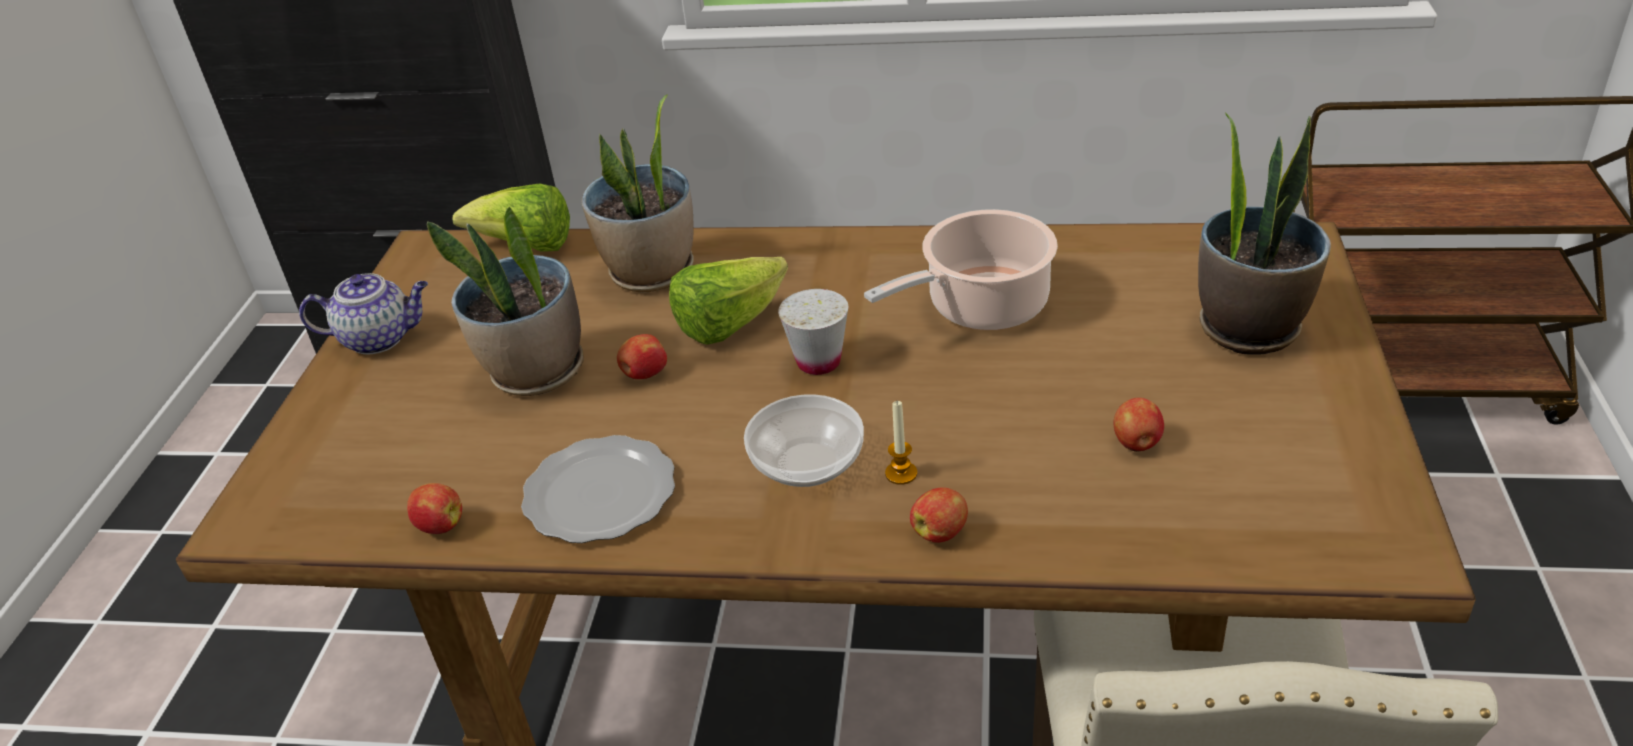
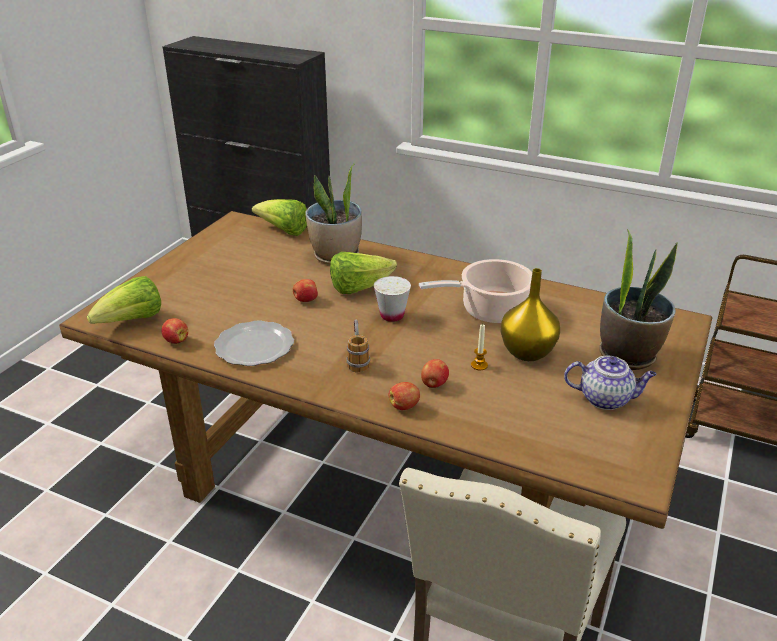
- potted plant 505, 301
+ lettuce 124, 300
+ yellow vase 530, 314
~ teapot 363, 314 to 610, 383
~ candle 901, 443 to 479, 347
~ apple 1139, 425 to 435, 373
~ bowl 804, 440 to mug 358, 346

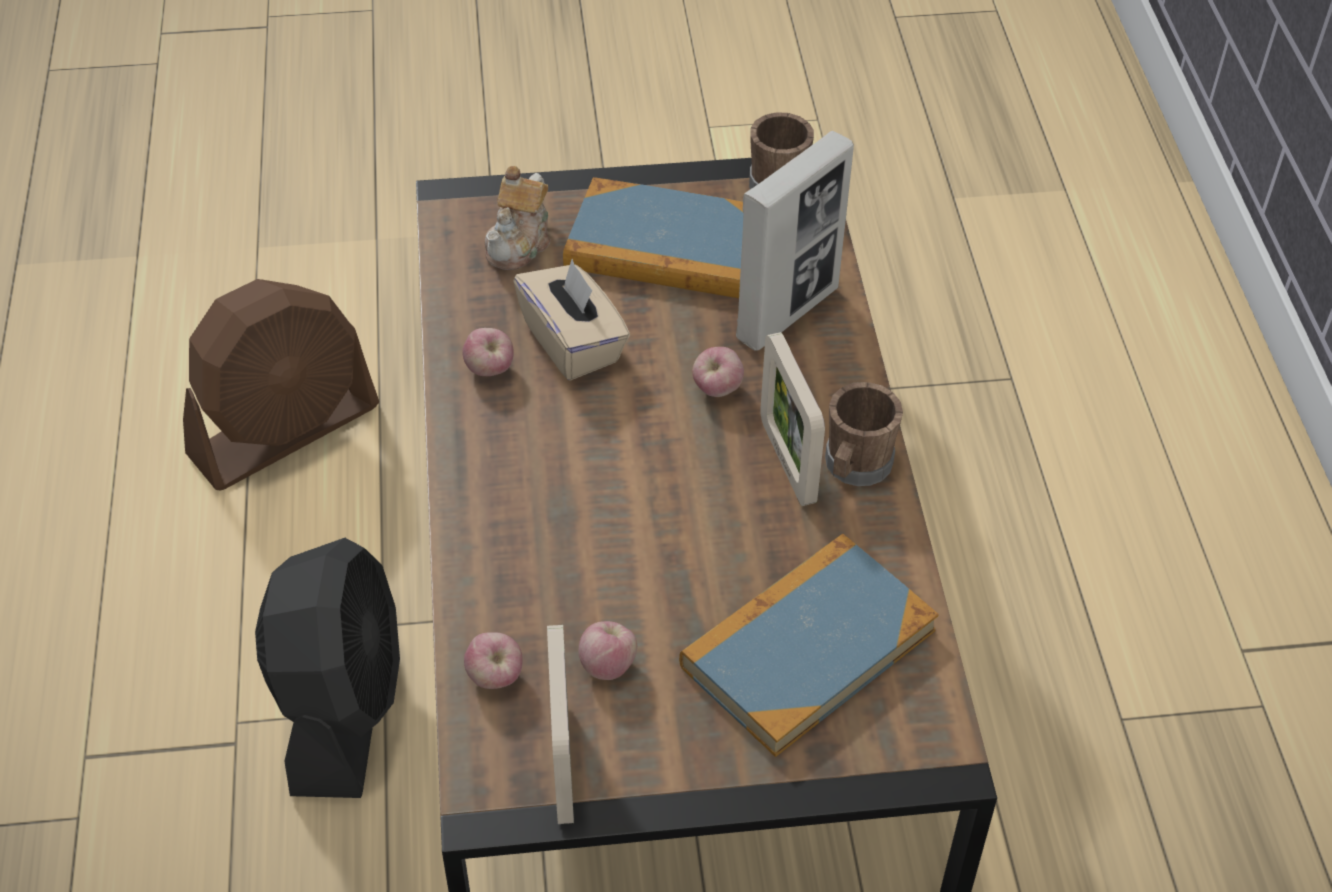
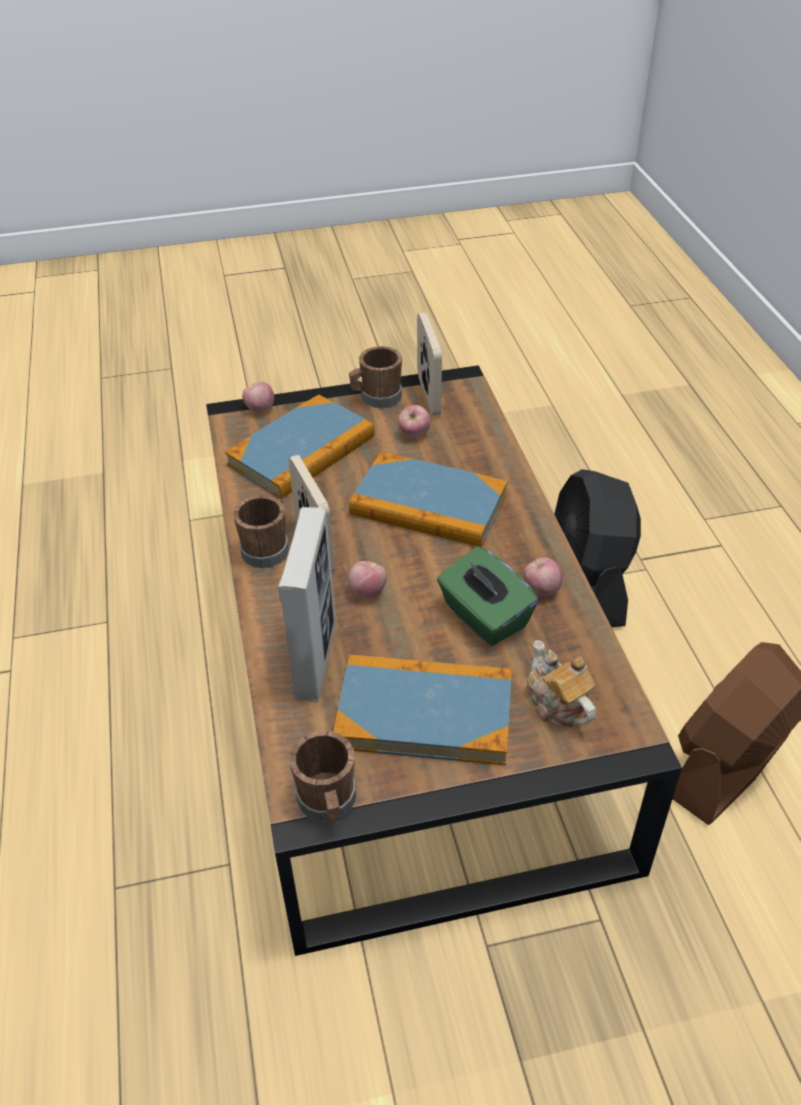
+ brown mug 375, 377
+ book 428, 499
~ apple 493, 660 to 258, 397
~ beige tissue box 571, 320 to green tissue box 488, 596
~ teapot 517, 218 = 561, 684 45 degrees counterclockwise
~ picture frame 795, 241 = 307, 604 150 degrees clockwise

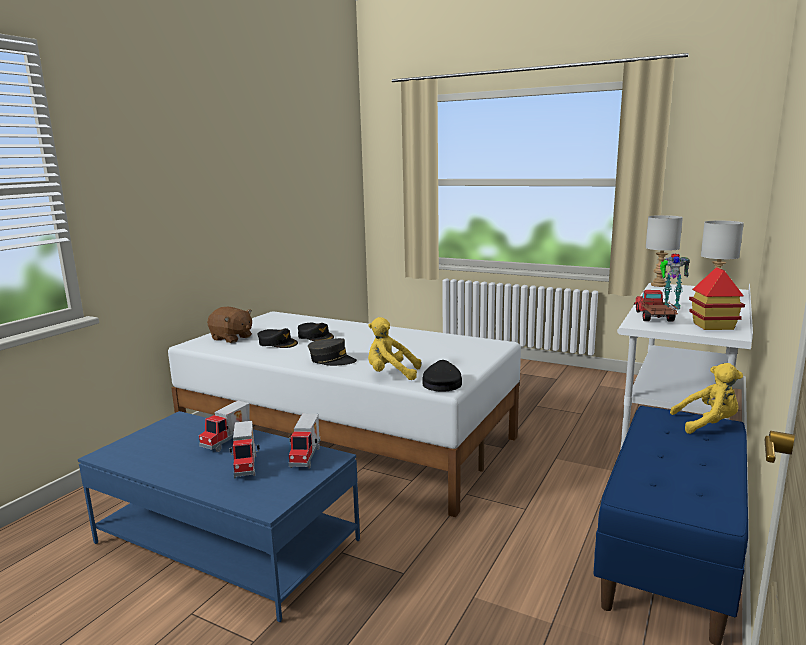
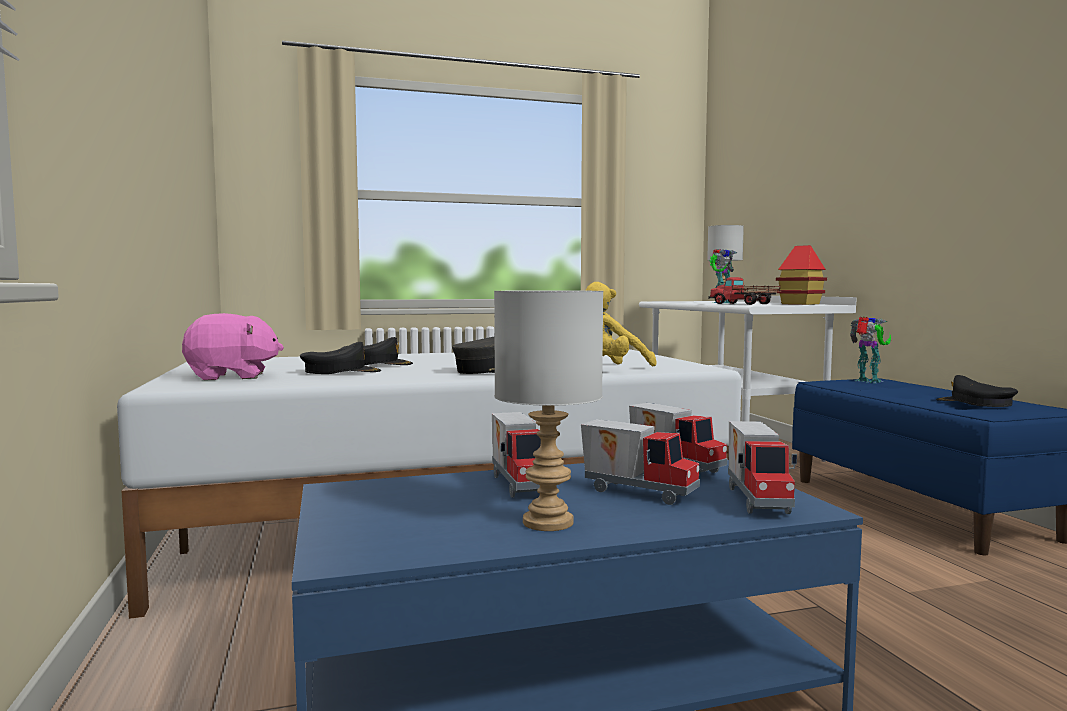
+ toy truck 762, 467
~ black cap 442, 376 to 977, 391
~ grey table lamp 664, 251 to 548, 411
~ yellow plush toy 706, 398 to toy robot 870, 350
~ brown plush toy 229, 325 to pink plush toy 233, 346

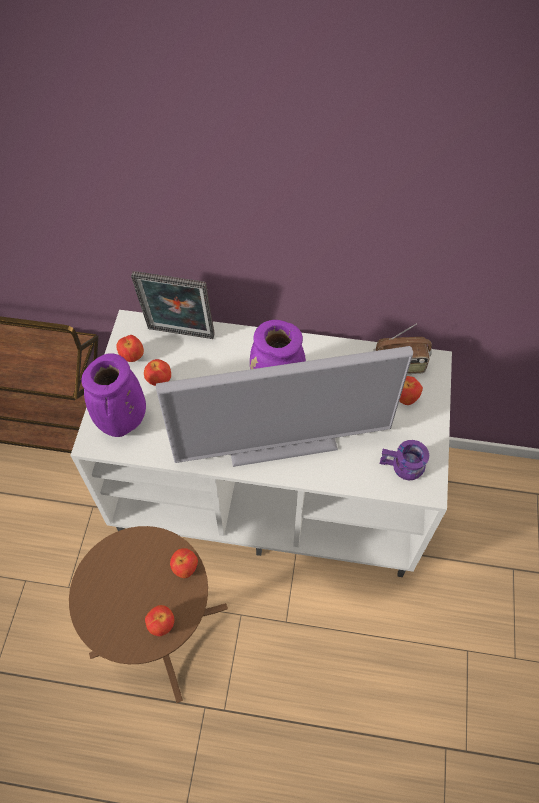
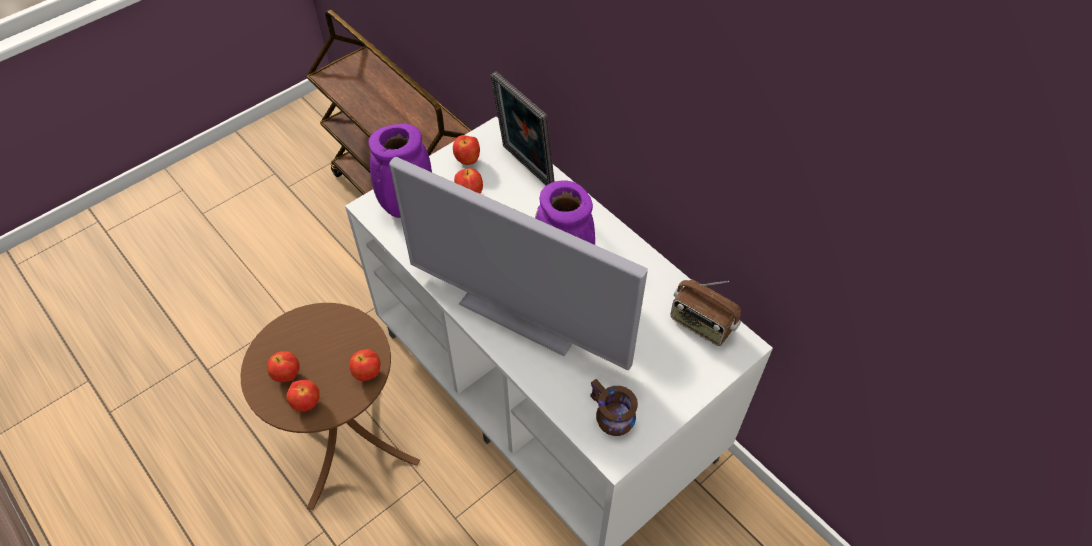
~ apple 411, 390 to 283, 366
~ purple mug 404, 460 to brown mug 614, 407

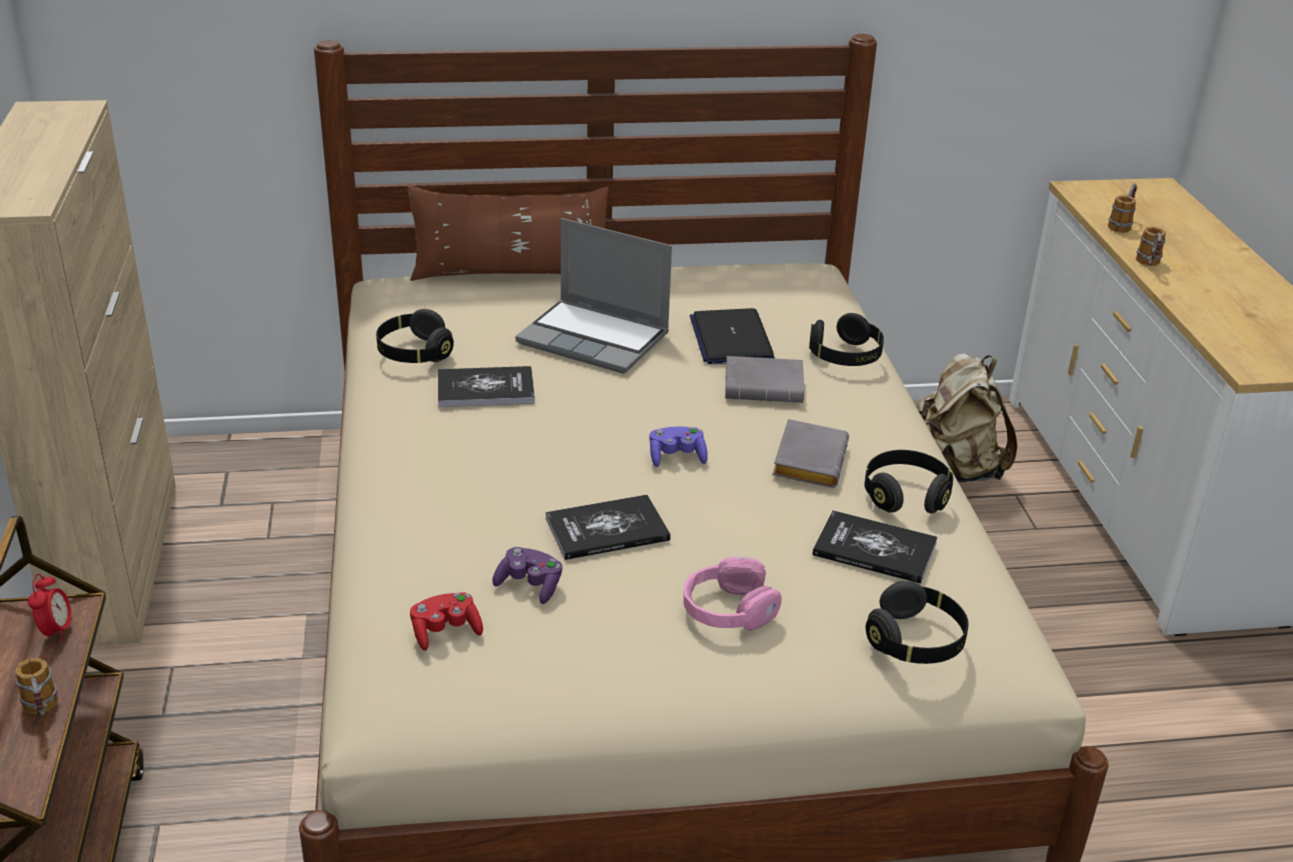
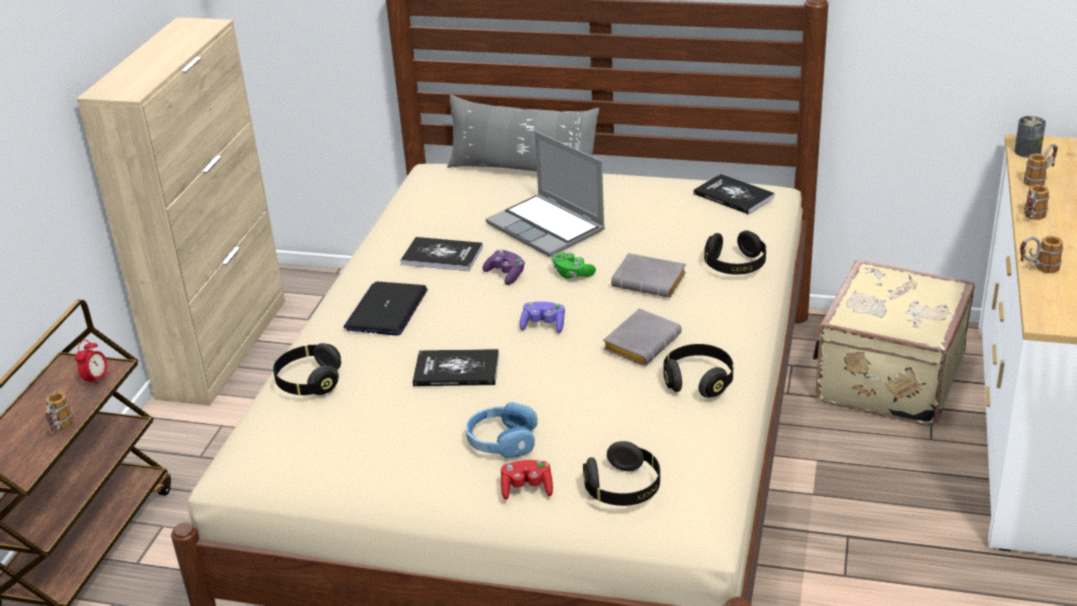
+ green game controller 573, 266
+ can 1030, 137
+ mug 1041, 254
~ black headphones 415, 336 to 307, 369
~ red game controller 446, 621 to 527, 480
~ purple game controller 527, 575 to 503, 267
~ laptop 732, 336 to 385, 309
~ book 874, 547 to 734, 194
~ beige backpack 967, 417 to beige suitcase 894, 343
~ brown pillow 508, 233 to grey pillow 523, 132
~ pink headphones 732, 594 to blue headphones 502, 430

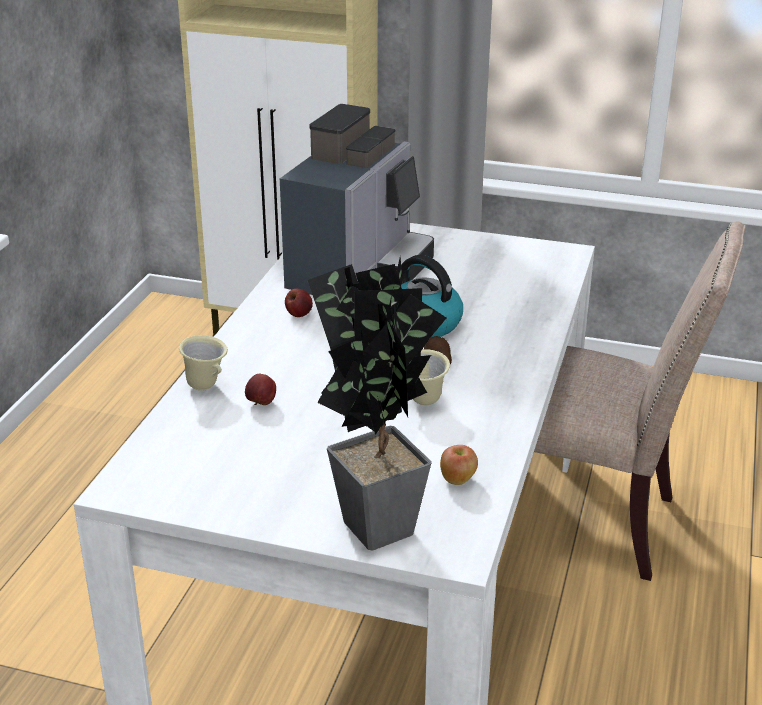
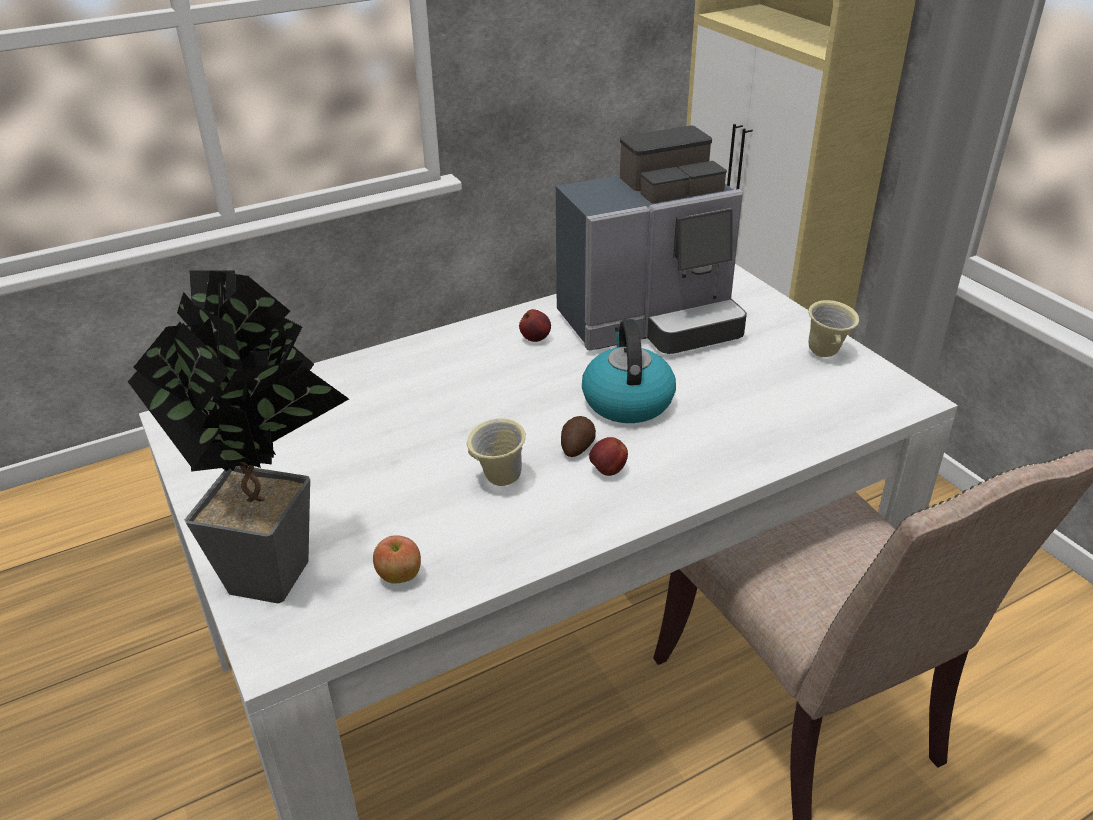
~ beige mug 203, 363 to 833, 328
~ apple 260, 389 to 608, 456

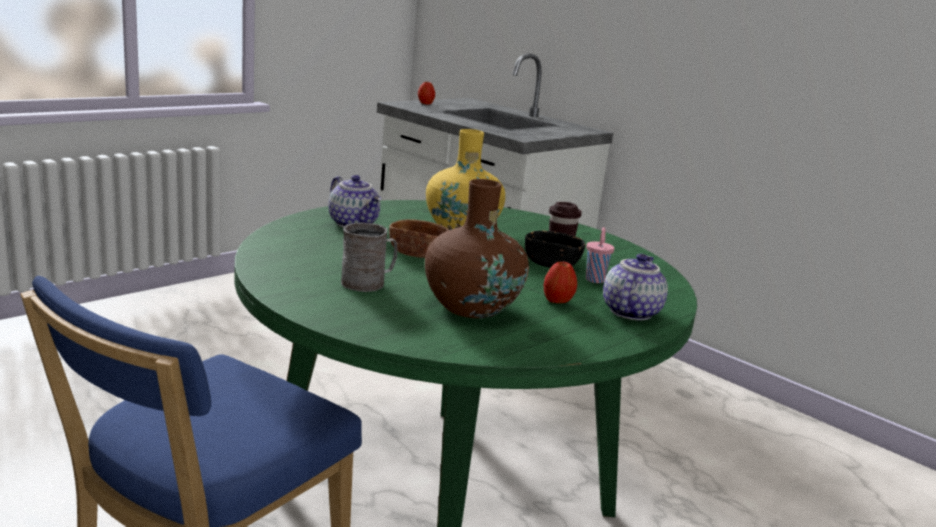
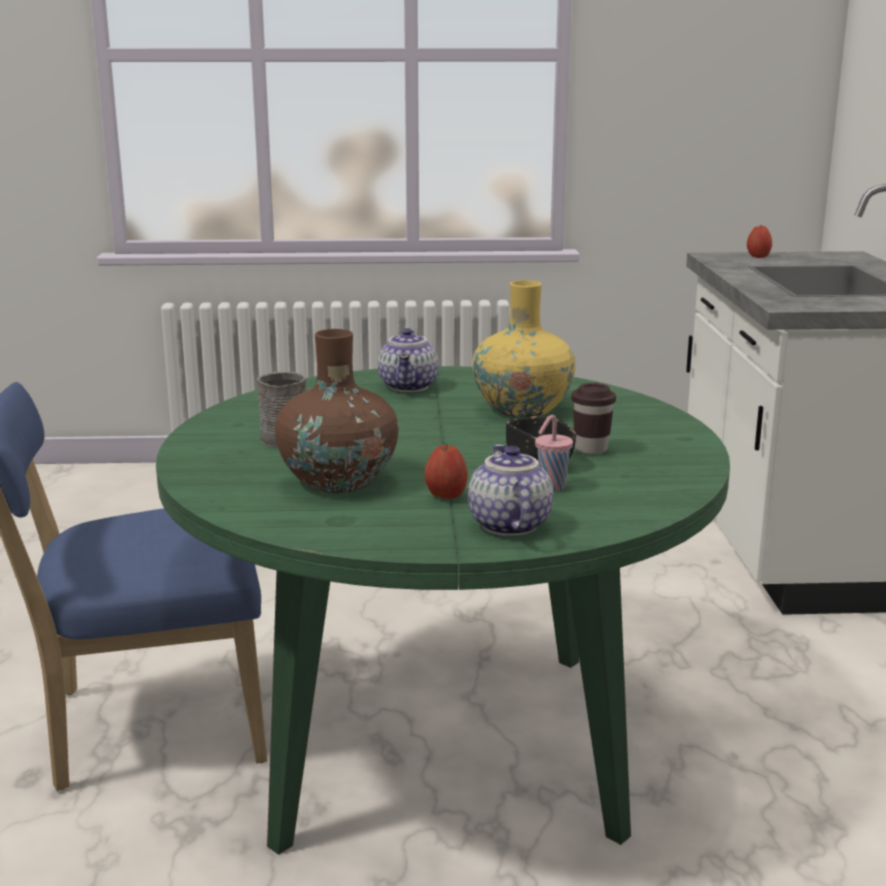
- brown bowl 419, 238
~ teapot 635, 287 = 510, 490 75 degrees counterclockwise

